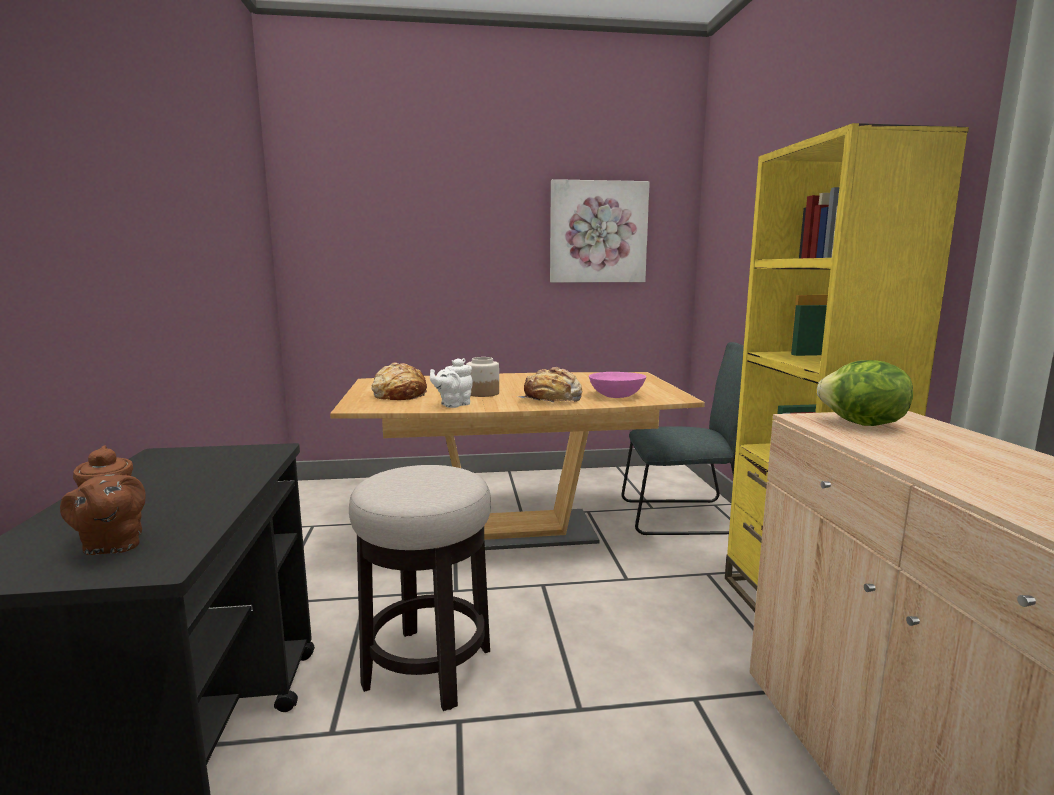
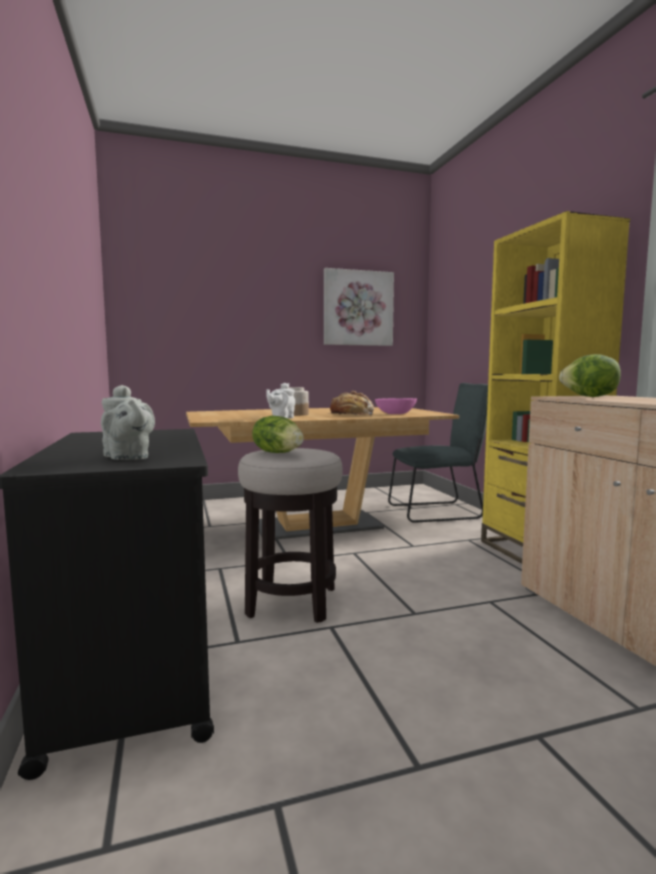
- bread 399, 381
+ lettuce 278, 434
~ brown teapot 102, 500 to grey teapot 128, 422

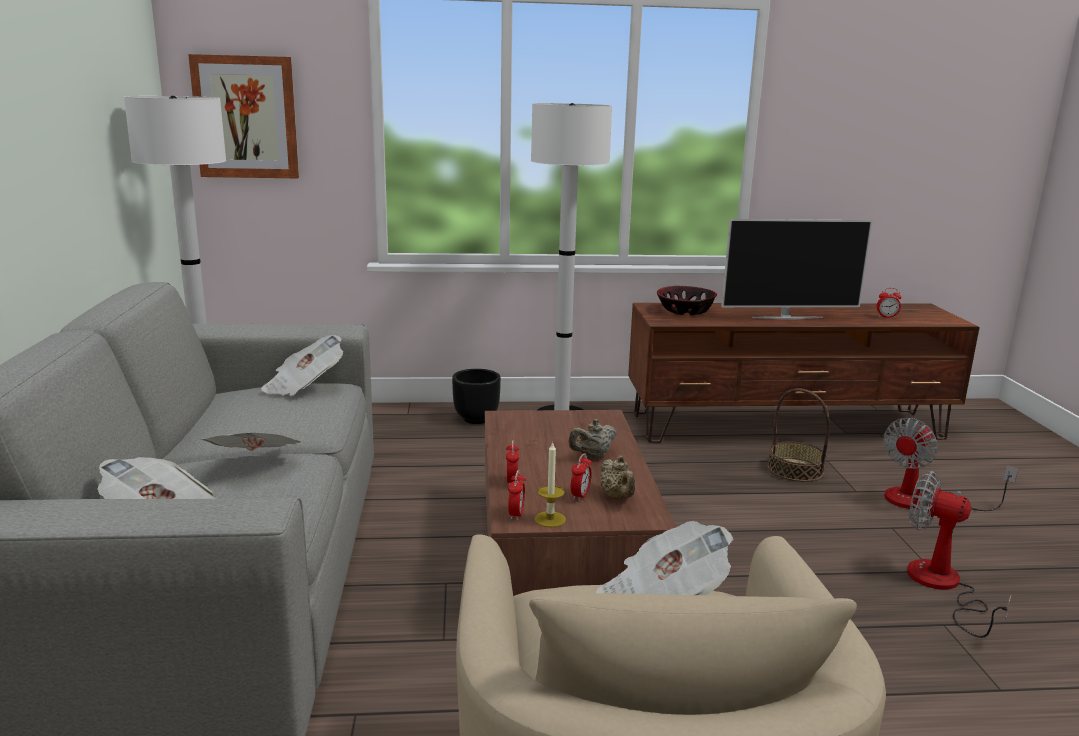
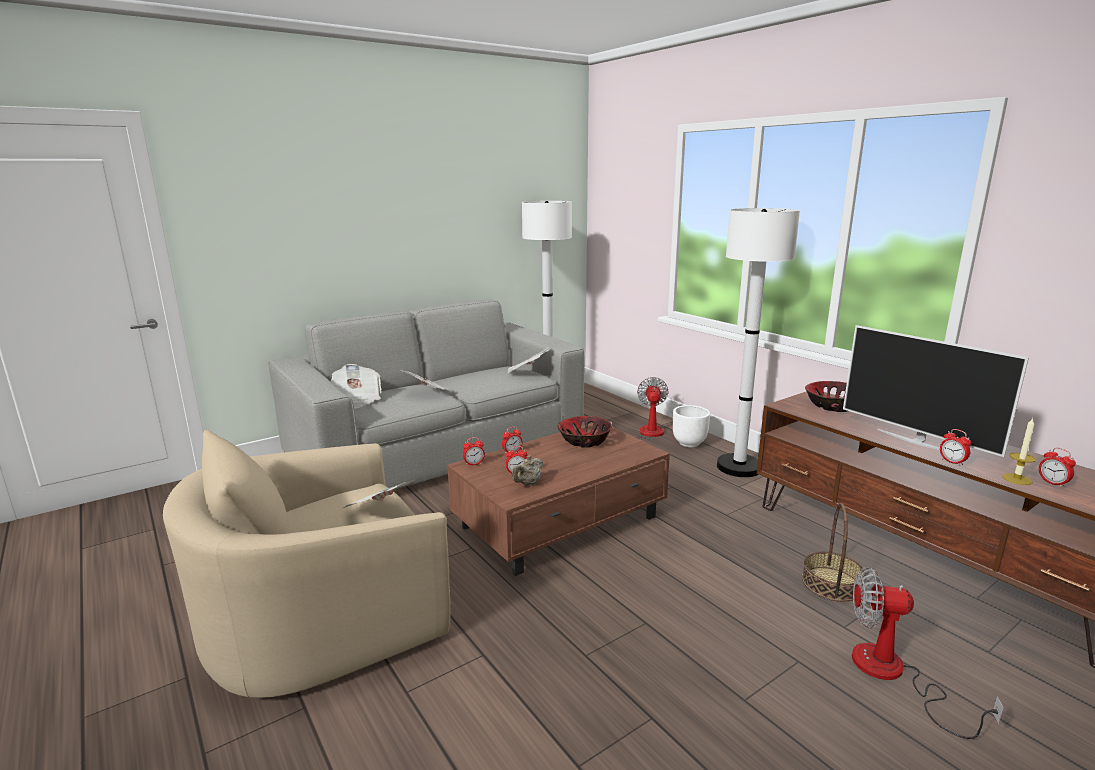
- picture 243, 116
- beige teapot 592, 438
+ bowl 585, 432
+ alarm clock 955, 447
~ candle 550, 484 to 1019, 451
~ fan 959, 554 to 639, 409
~ black planter 476, 396 to white planter 691, 426

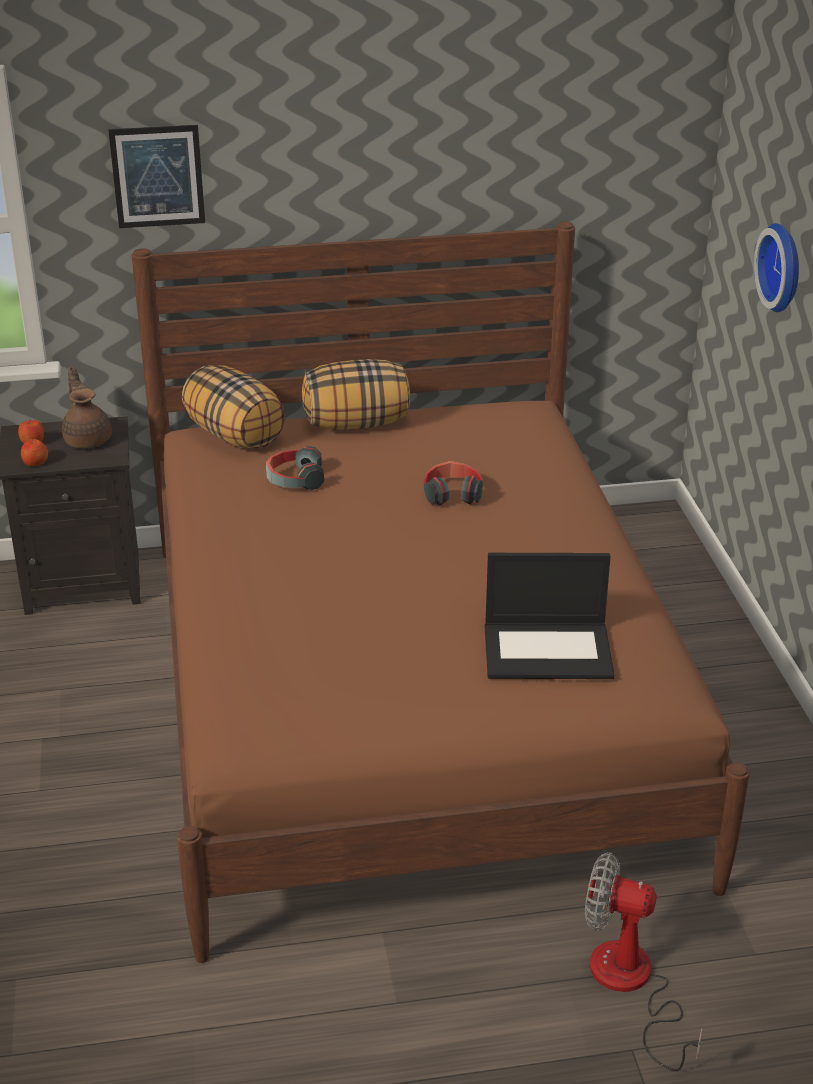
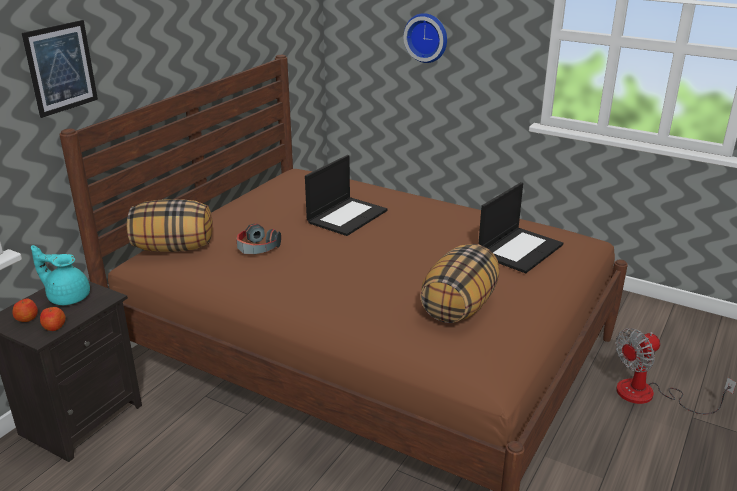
~ pillow 356, 394 to 459, 283
~ headphones 453, 483 to laptop 346, 195
~ brown teapot 87, 407 to turquoise teapot 60, 275

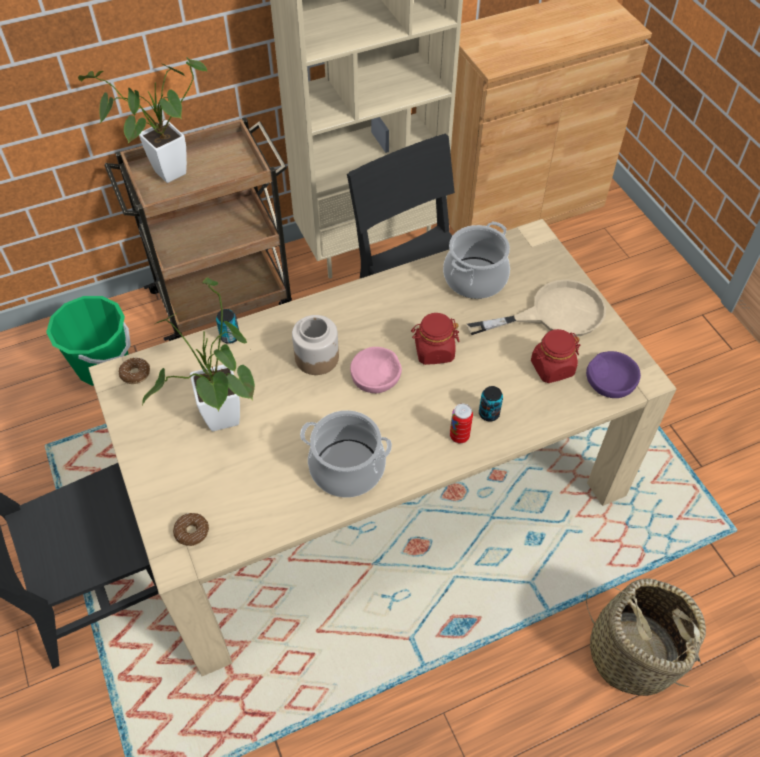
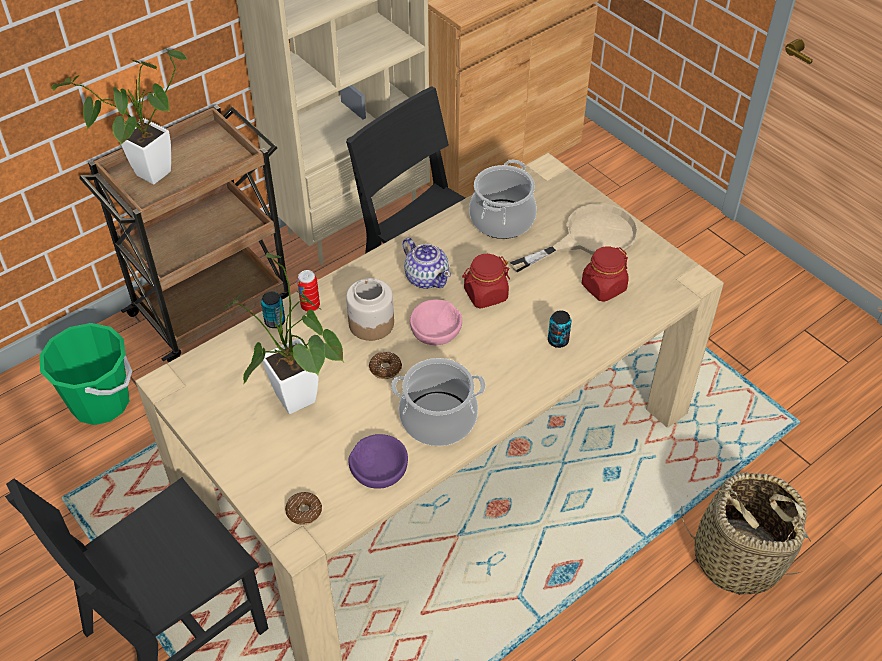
+ teapot 427, 263
~ donut 134, 370 to 385, 365
~ can 461, 423 to 308, 291
~ purple bowl 613, 374 to 378, 461

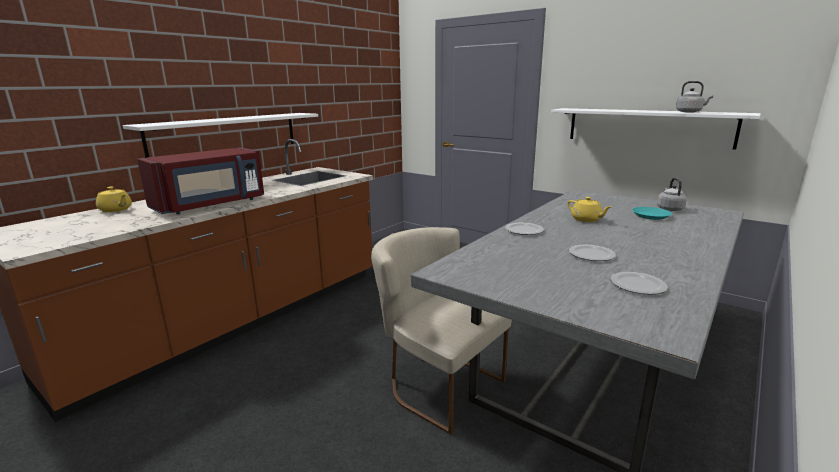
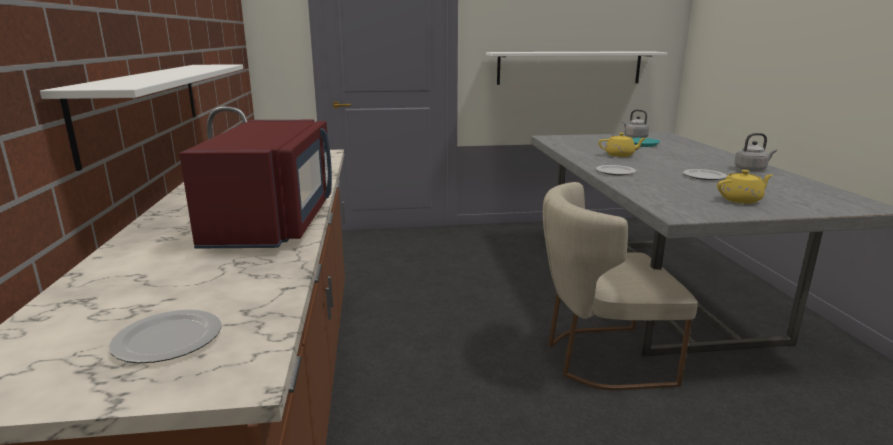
~ yellow teapot 114, 199 to 745, 187
~ plate 639, 283 to 165, 336
~ grey kettle 694, 96 to 755, 152

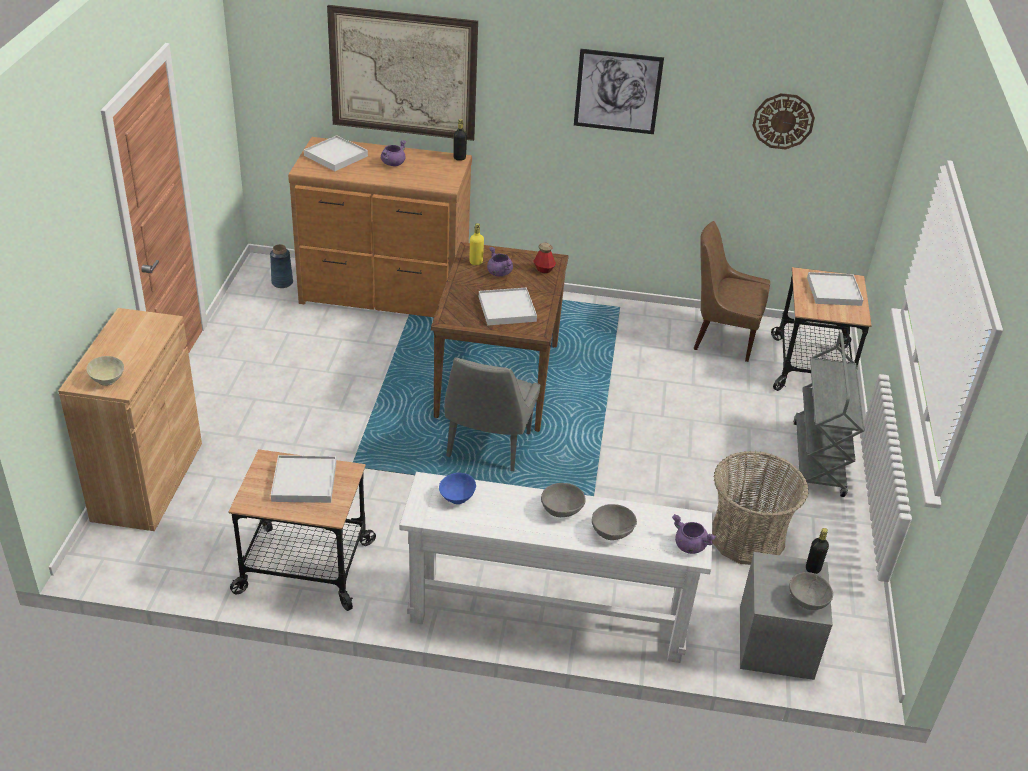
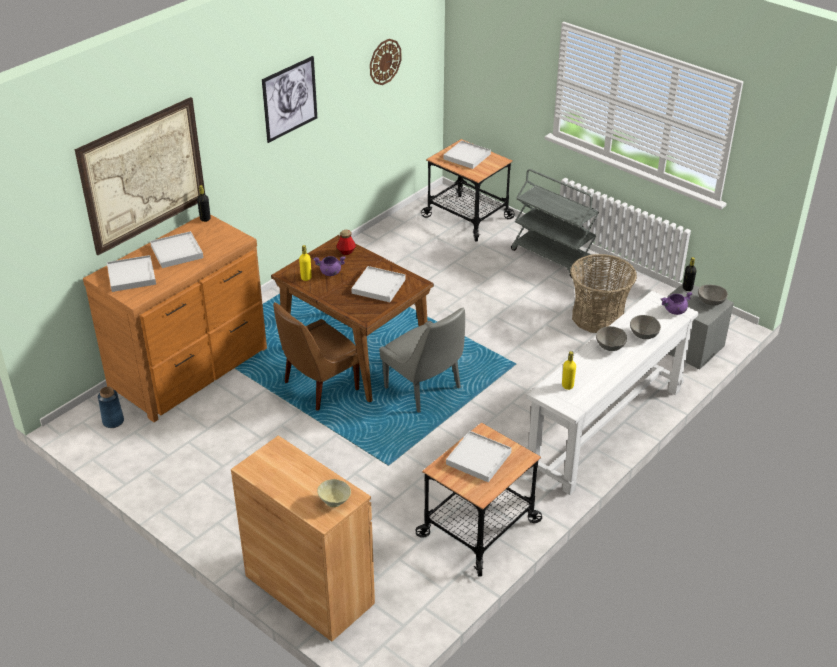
~ brown chair 732, 291 to 316, 356
~ purple cooking pot 393, 153 to white tray 177, 249
~ blue bowl 457, 488 to yellow bottle 569, 370

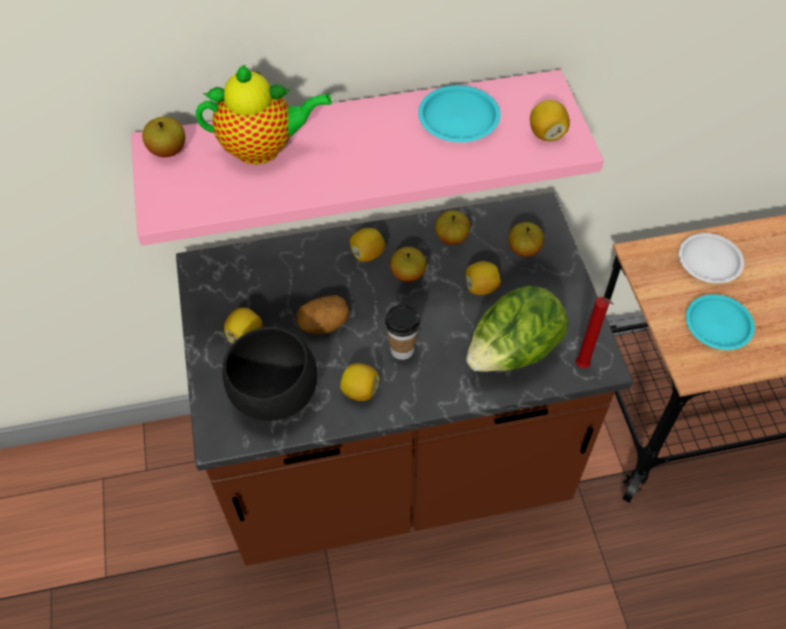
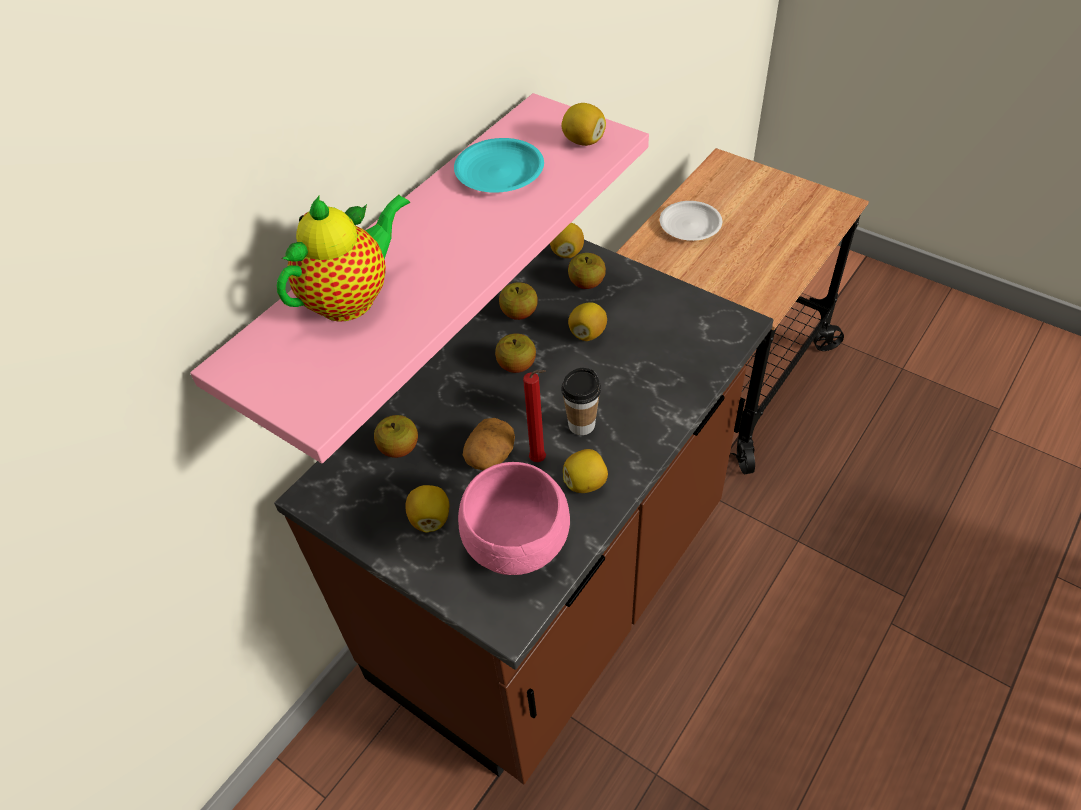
- lettuce 517, 329
- turquoise plate 720, 322
~ apple 164, 137 to 396, 436
~ lemon 368, 245 to 567, 240
~ red candle 595, 332 to 534, 416
~ black bowl 269, 374 to pink bowl 514, 518

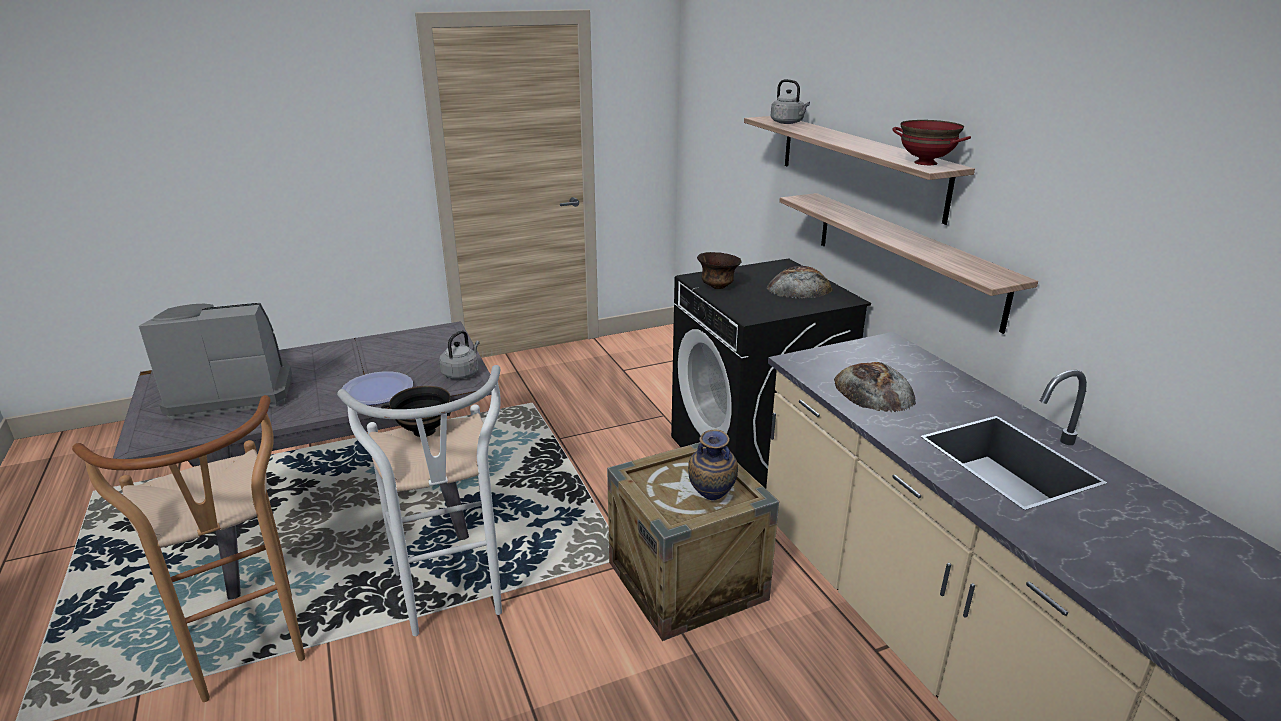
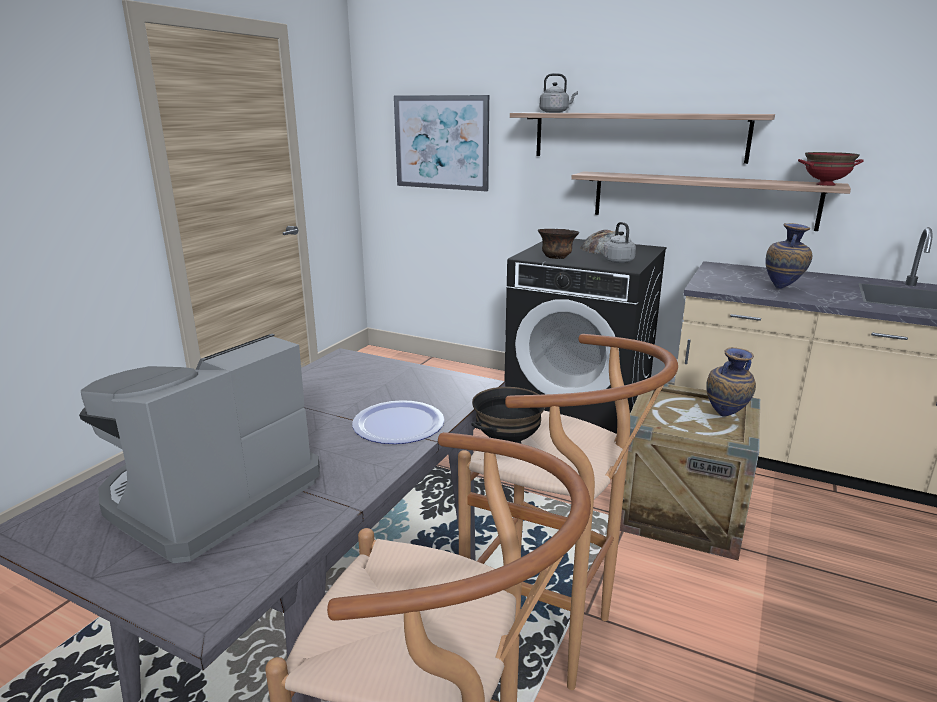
+ picture 441, 143
~ grey kettle 459, 354 to 619, 242
~ red bowl 931, 142 to 831, 169
~ bread 875, 387 to vase 788, 256
~ white stool 419, 500 to brown stool 568, 512

